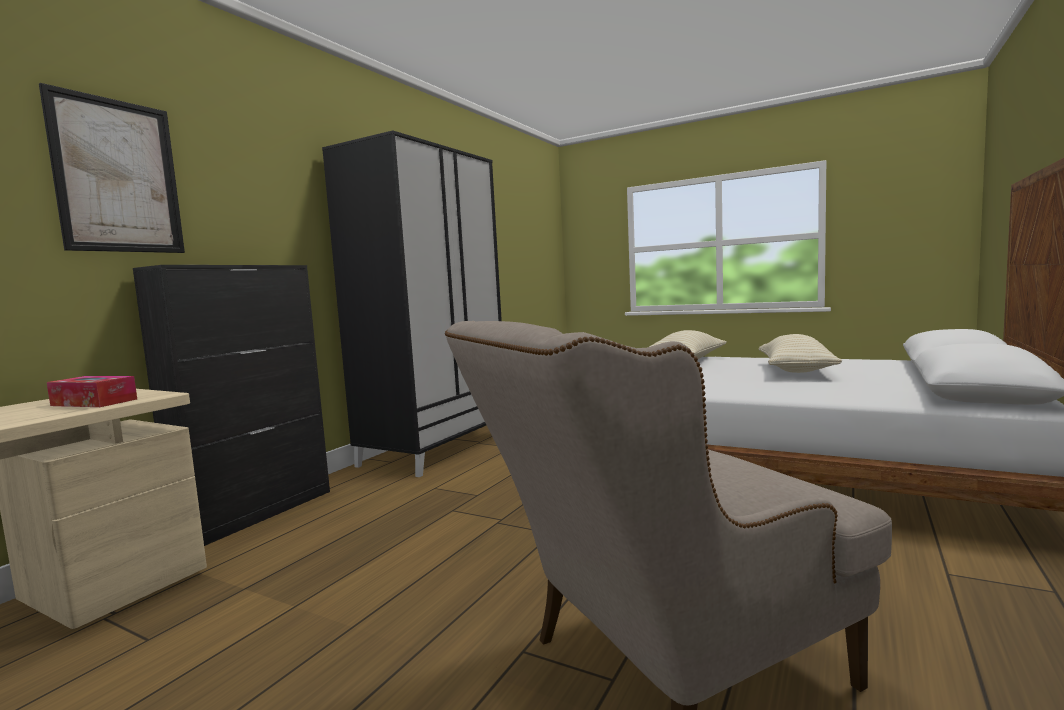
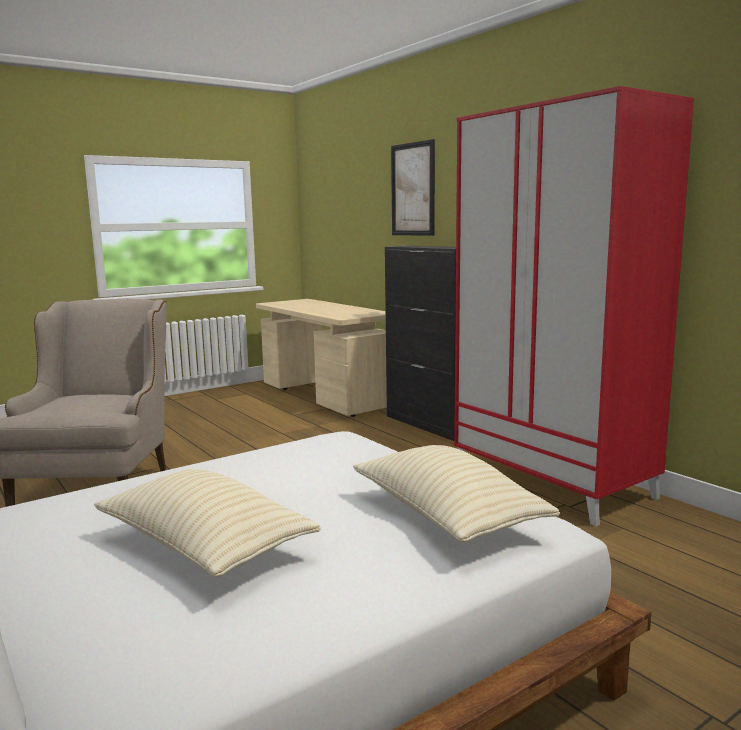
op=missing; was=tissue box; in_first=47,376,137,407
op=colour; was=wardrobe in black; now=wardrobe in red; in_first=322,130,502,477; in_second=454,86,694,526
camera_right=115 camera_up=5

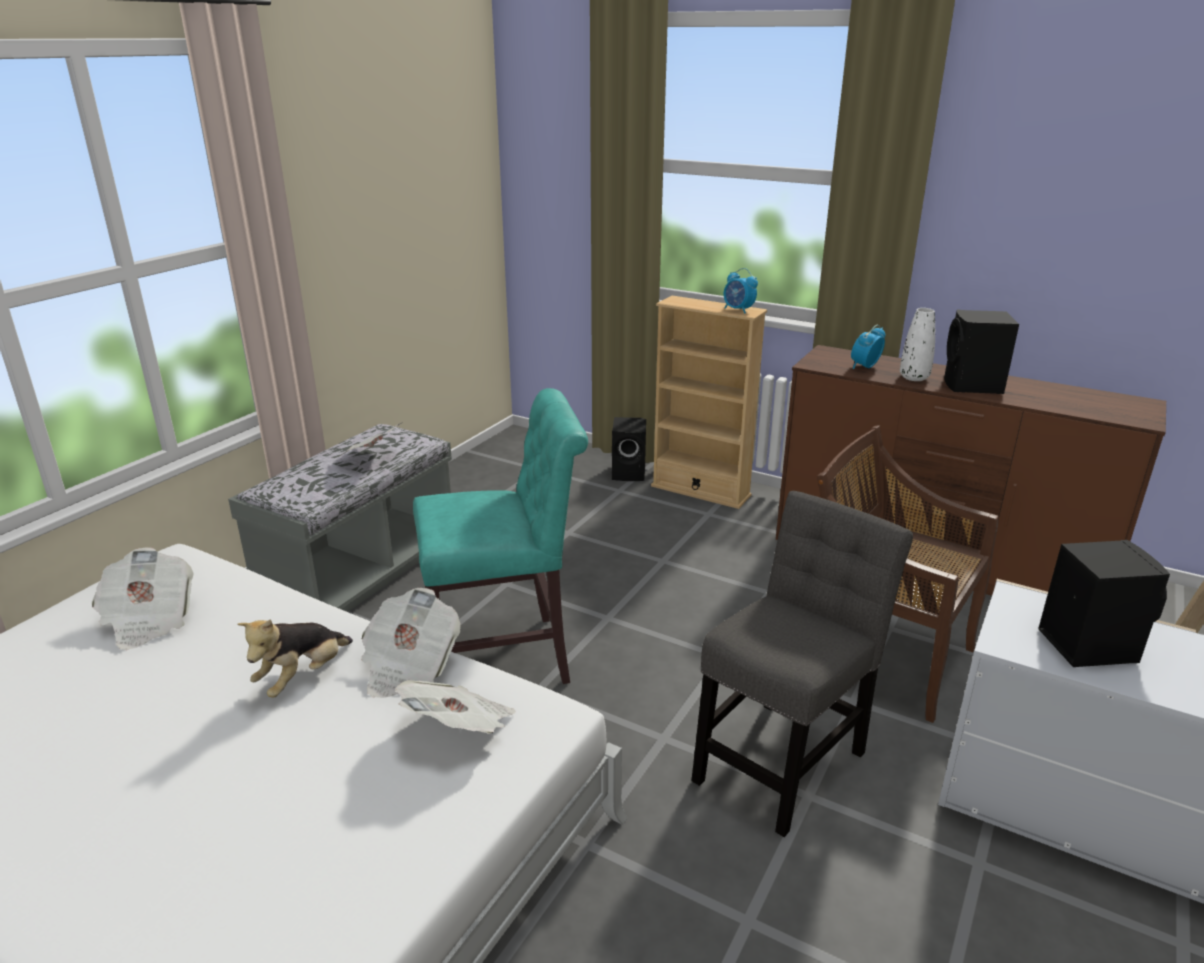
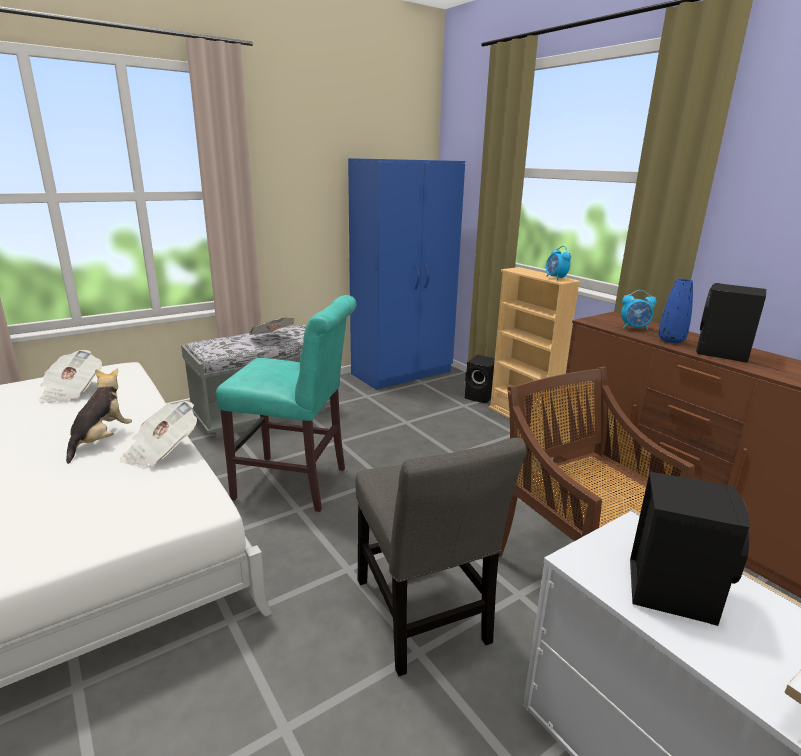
op=spun; was=plush toy; in_first=237,619,353,698; in_second=66,369,132,464; clockwise=135
op=missing; was=newspaper; in_first=395,680,516,734
op=spun; was=chair in grey; in_first=692,491,913,837; in_second=356,438,527,677; clockwise=90
op=spun; was=alarm clock; in_first=851,325,885,369; in_second=621,290,657,331; clockwise=-150
op=colour; was=vase in white; now=vase in blue; in_first=900,308,935,381; in_second=658,279,693,343
op=appeared; now=wardrobe in blue; in_second=348,158,465,390
camera_right=25 camera_up=-5

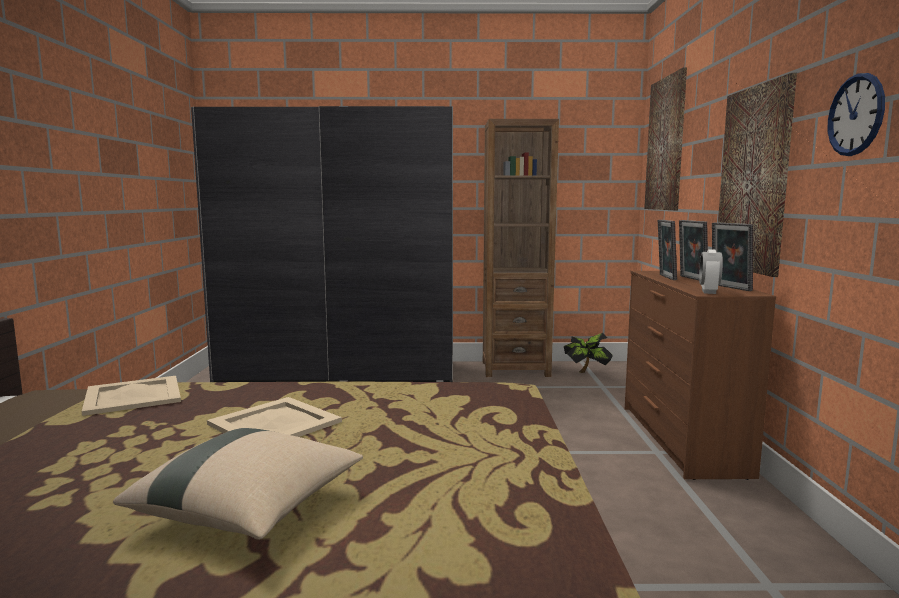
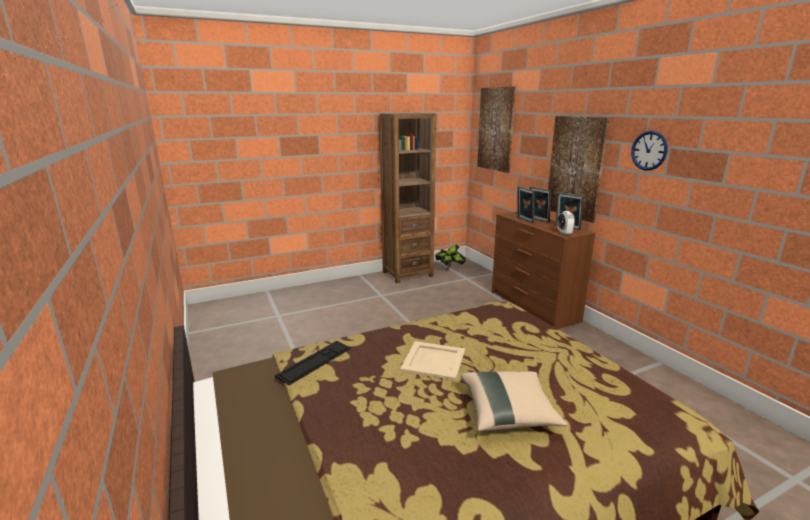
op=exchanged; was=tray in beige; now=keyboard; in_first=82,376,181,416; in_second=275,341,351,385
op=missing; was=wardrobe in grey; in_first=191,106,453,382
camera_right=-25 camera_up=10

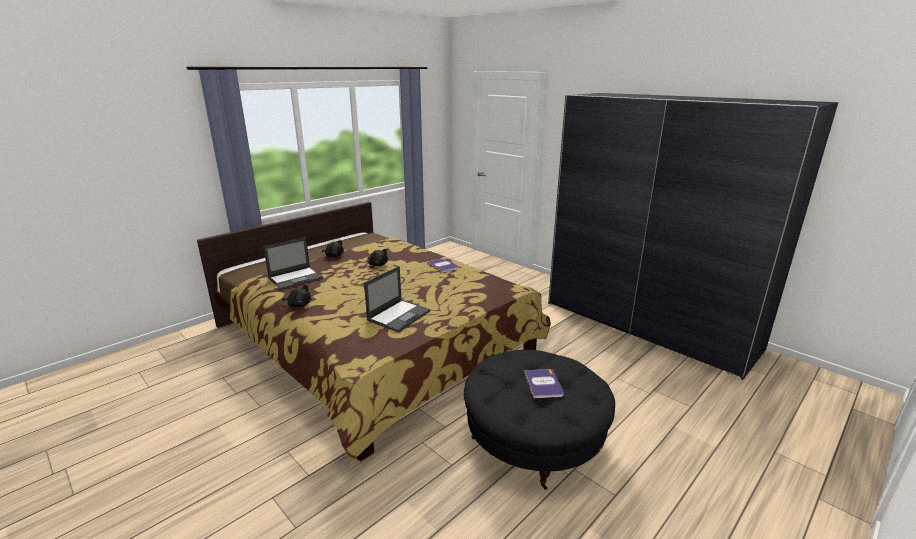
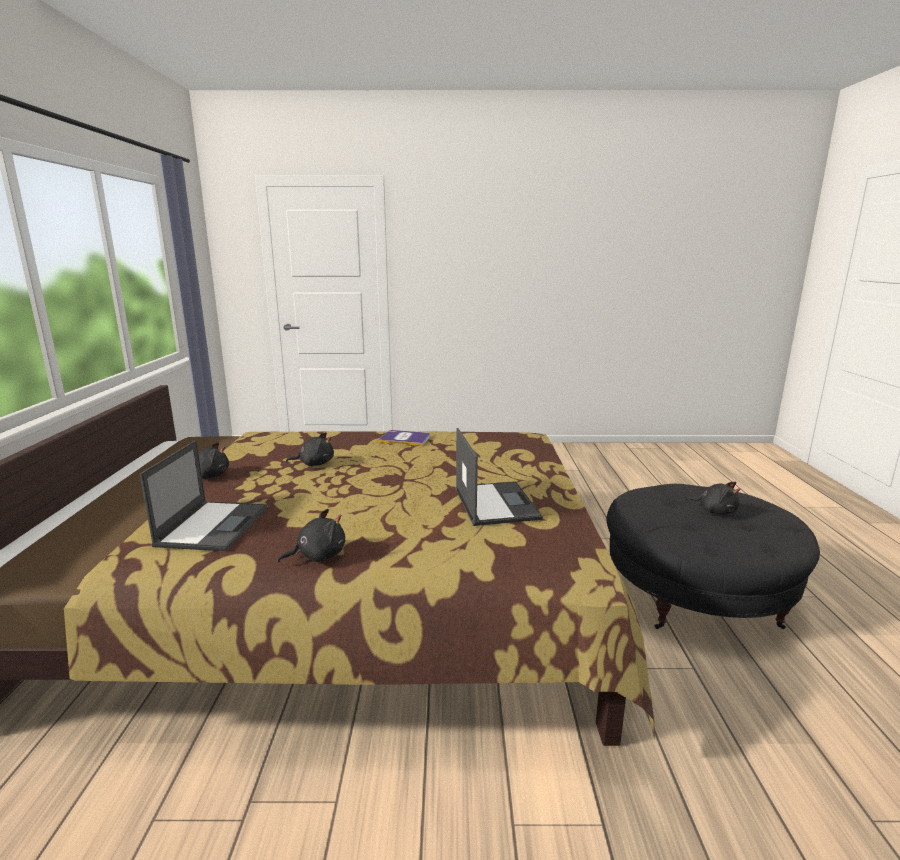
op=exchanged; was=book; now=plush toy in black; in_first=524,369,564,398; in_second=685,482,740,514
op=missing; was=wardrobe in grey; in_first=548,93,838,380
camera_right=-45 camera_up=-5

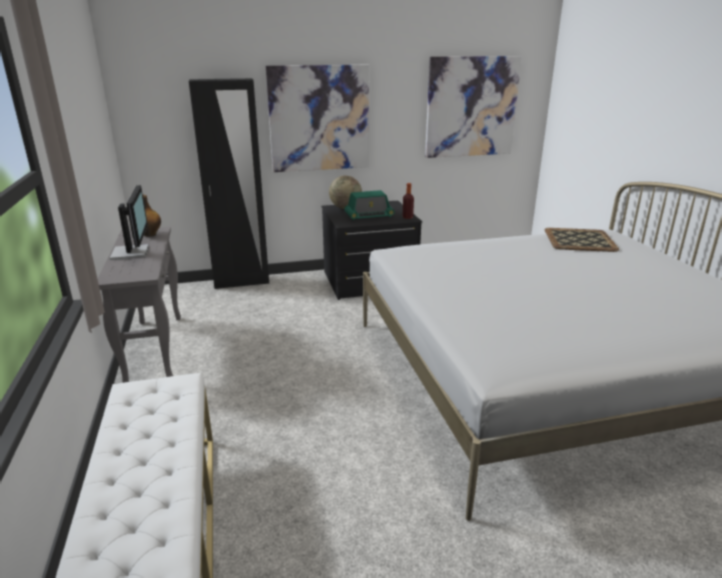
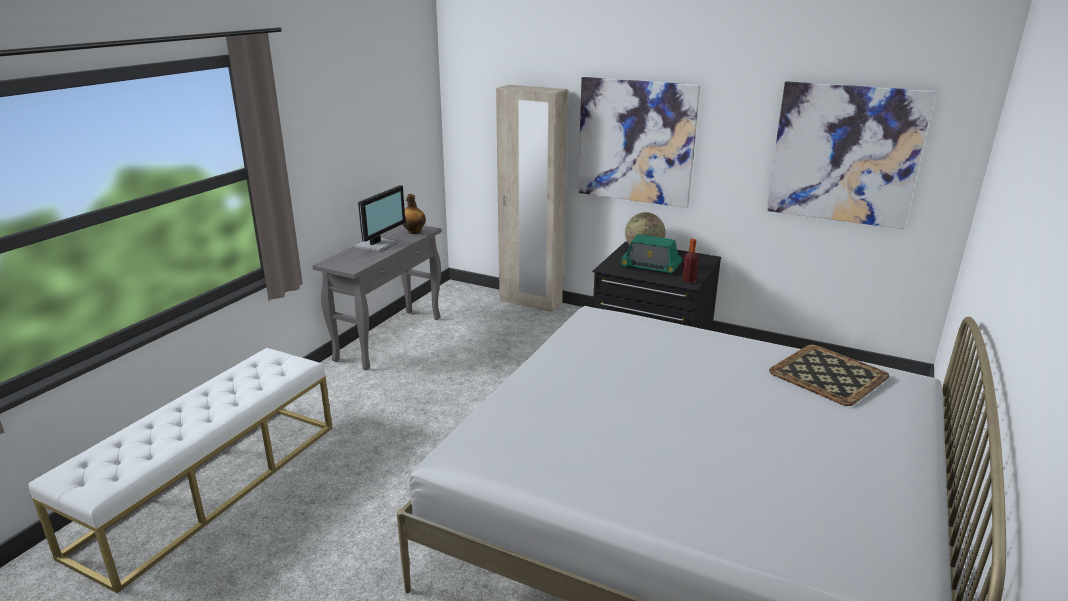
op=colour; was=wardrobe in black; now=wardrobe in beige; in_first=189,78,269,289; in_second=496,85,567,312
camera_right=40 camera_up=0

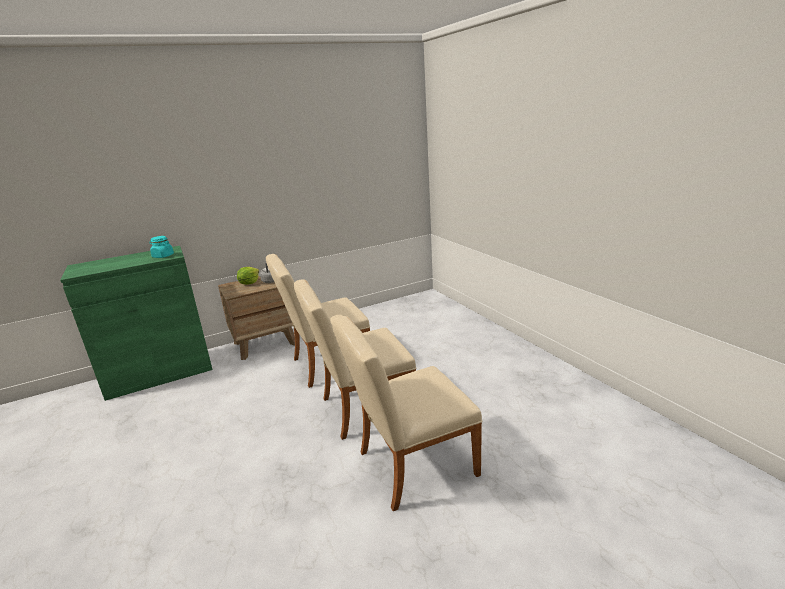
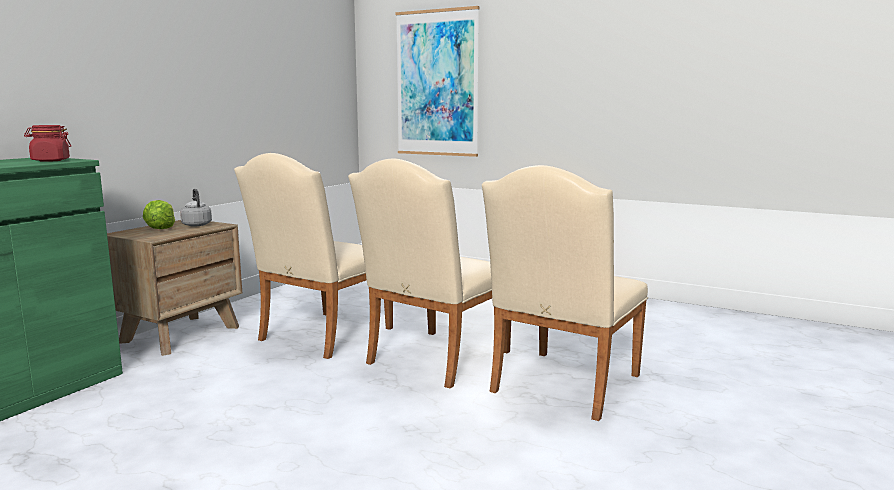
op=colour; was=jar in turquoise; now=jar in red; in_first=150,236,174,258; in_second=24,125,71,162
op=appeared; now=picture; in_second=395,6,480,157
camera_right=-35 camera_up=-10

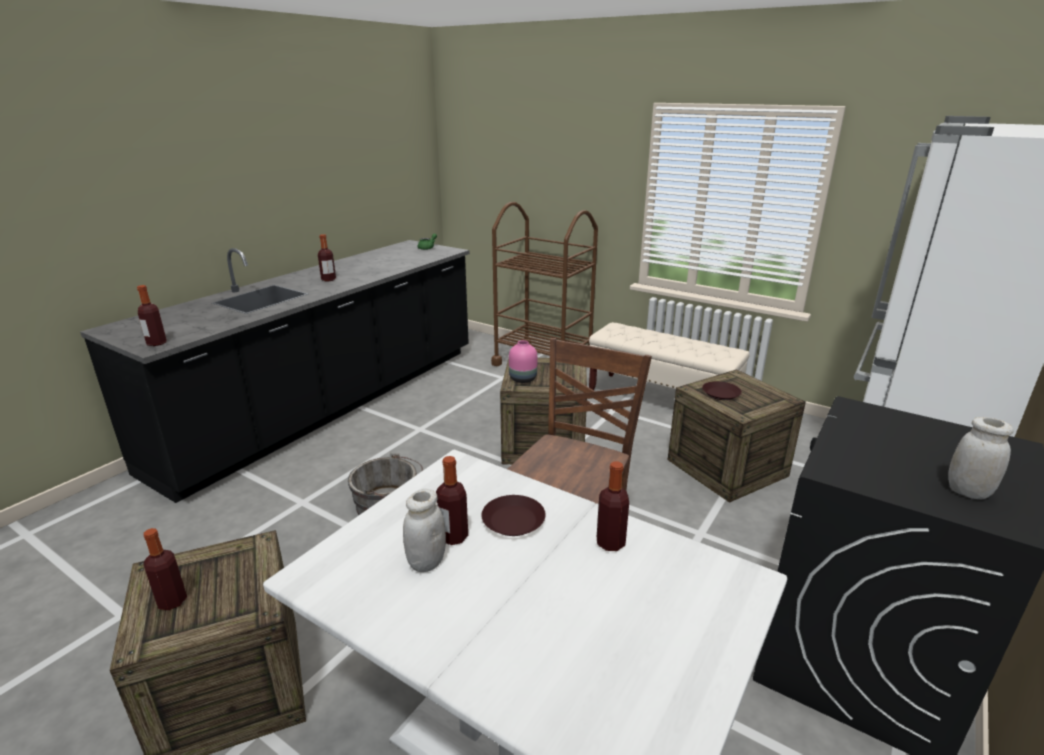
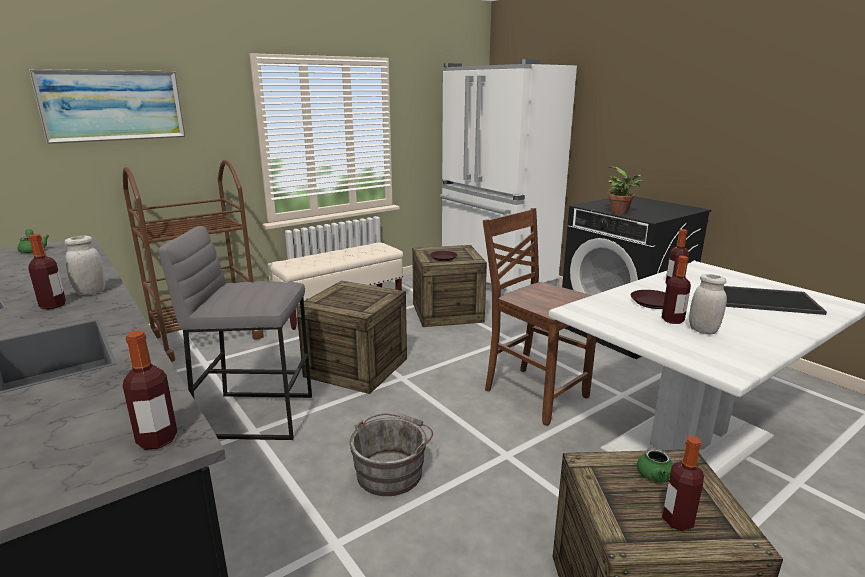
op=missing; was=vase in pink; in_first=509,340,537,383
op=relocated; was=jar in white; in_first=948,417,1014,499; in_second=65,236,105,295
op=appeared; now=picture; in_second=29,69,185,144
op=appeared; now=stool in grey; in_second=158,226,312,440
op=appeared; now=potted plant; in_second=607,167,643,214
op=appeared; now=teapot in green; in_second=637,448,700,482
op=appeared; now=tray; in_second=724,286,827,315
camera_right=-70 camera_up=-5

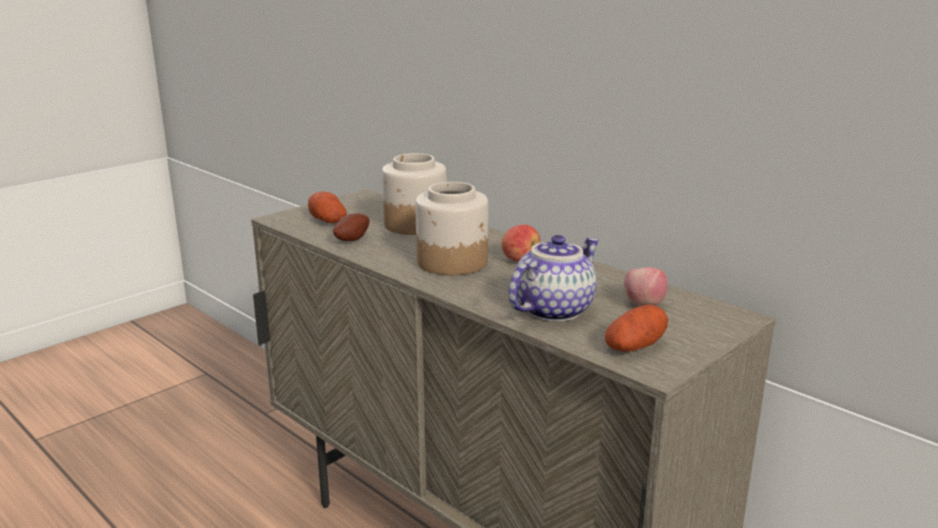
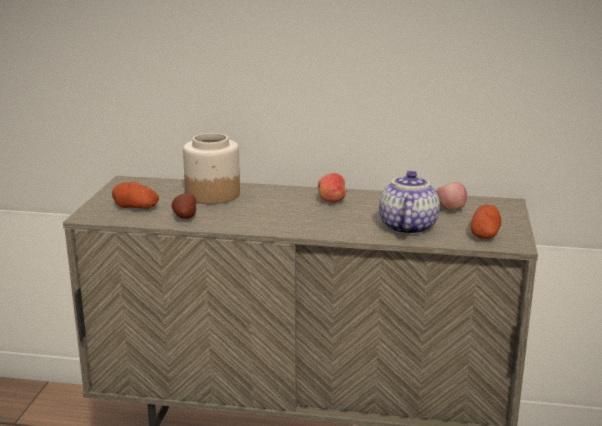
op=missing; was=jar; in_first=415,182,488,275
camera_right=-35 camera_up=0

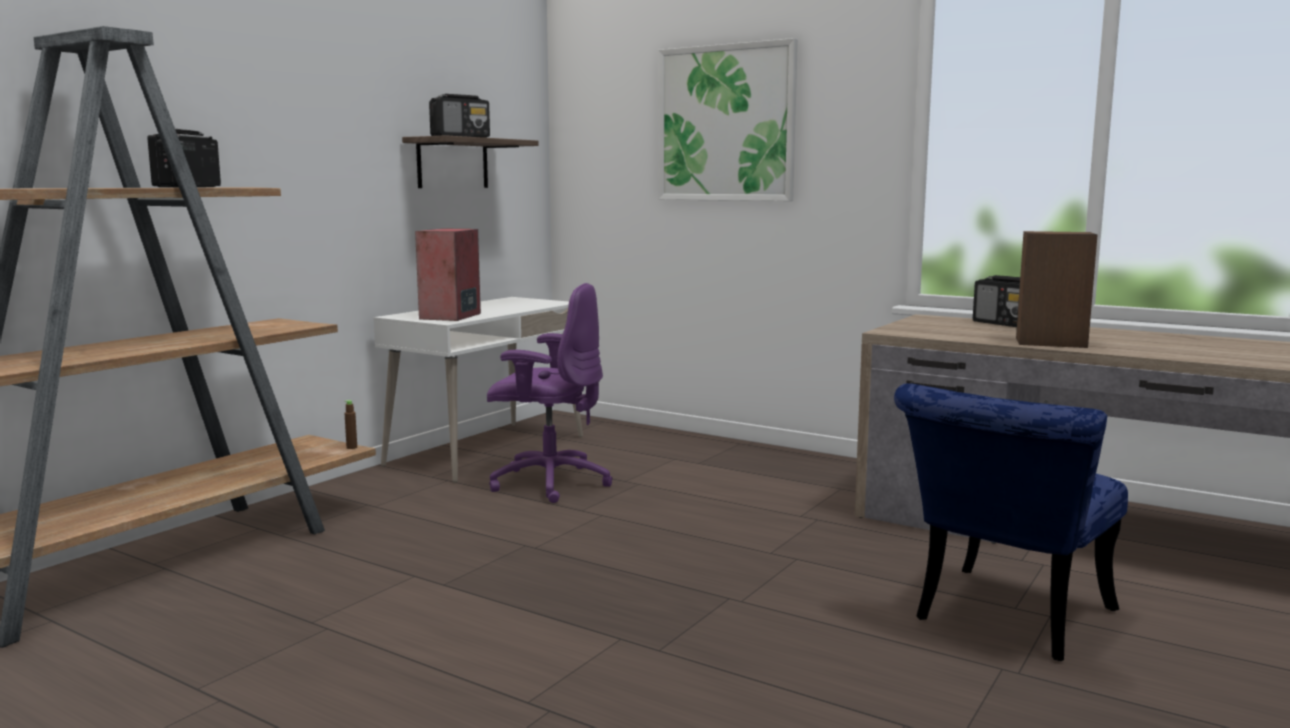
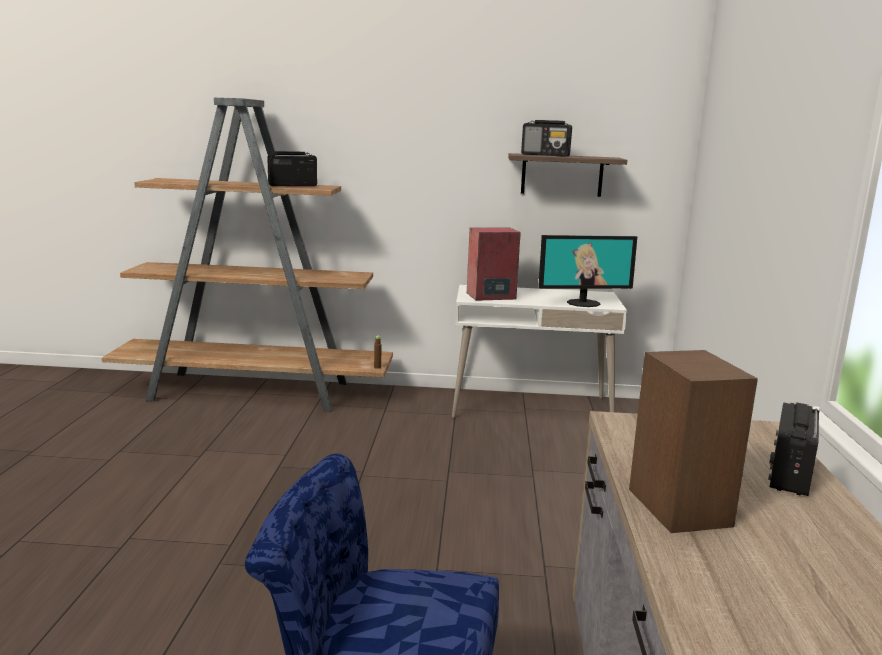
op=missing; was=office chair in purple; in_first=487,283,613,503
op=missing; was=picture; in_first=658,38,798,201
op=appeared; now=monitor; in_second=538,235,637,307
camera_right=60 camera_up=5

